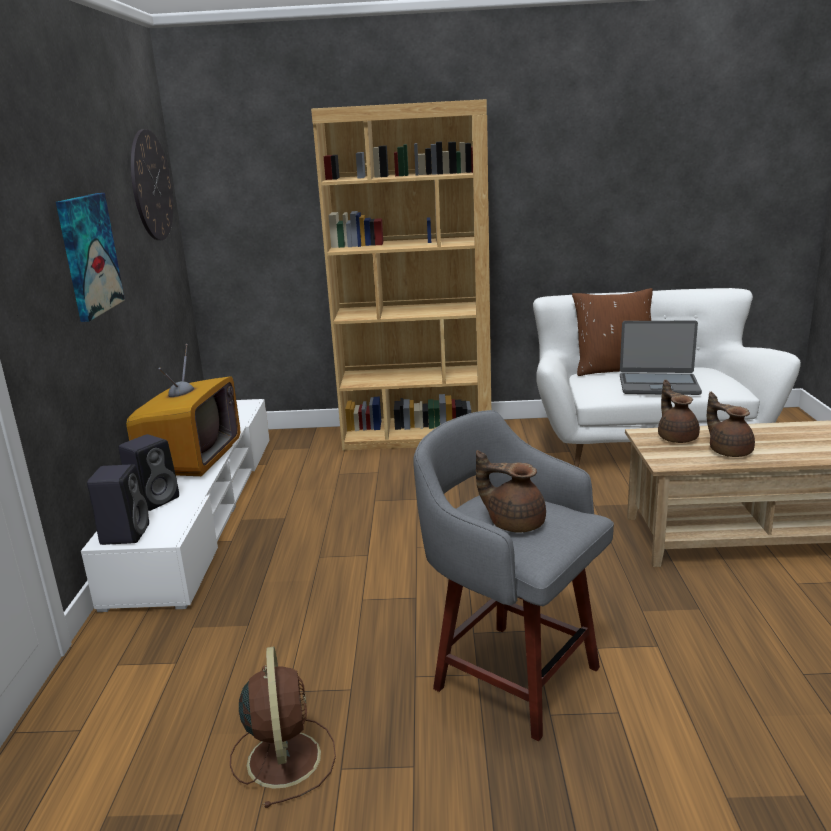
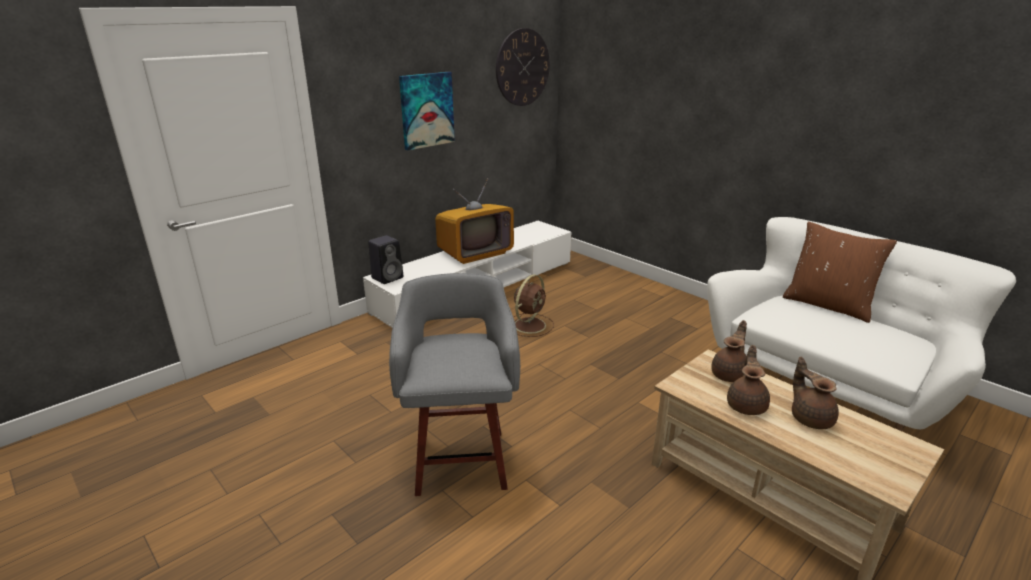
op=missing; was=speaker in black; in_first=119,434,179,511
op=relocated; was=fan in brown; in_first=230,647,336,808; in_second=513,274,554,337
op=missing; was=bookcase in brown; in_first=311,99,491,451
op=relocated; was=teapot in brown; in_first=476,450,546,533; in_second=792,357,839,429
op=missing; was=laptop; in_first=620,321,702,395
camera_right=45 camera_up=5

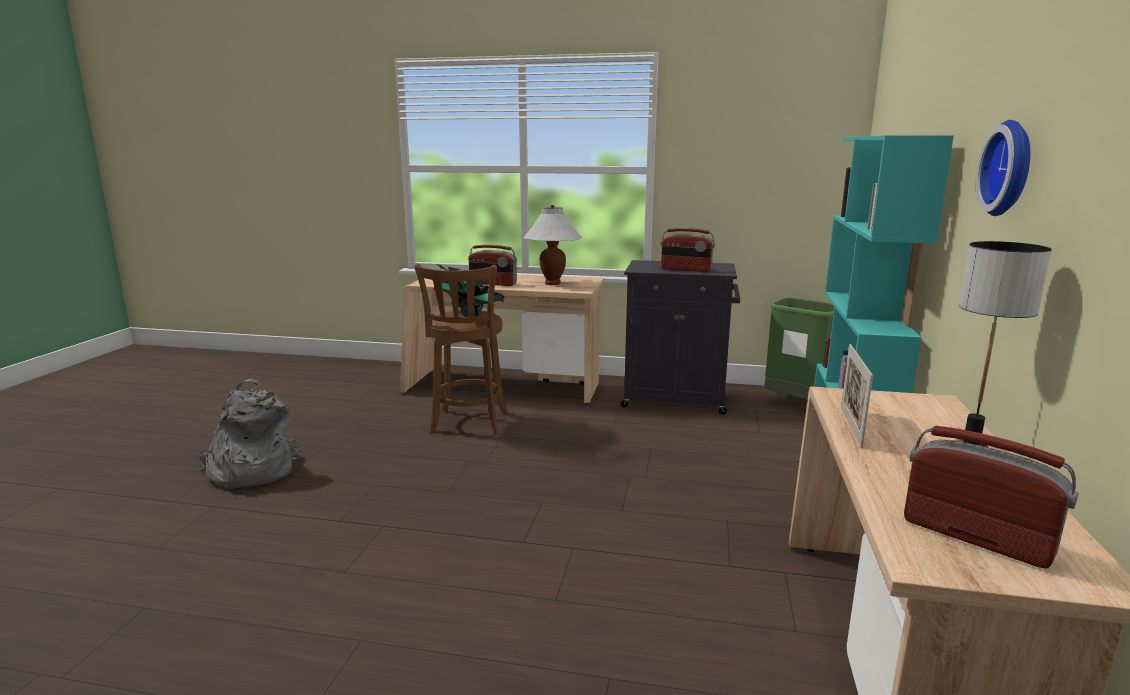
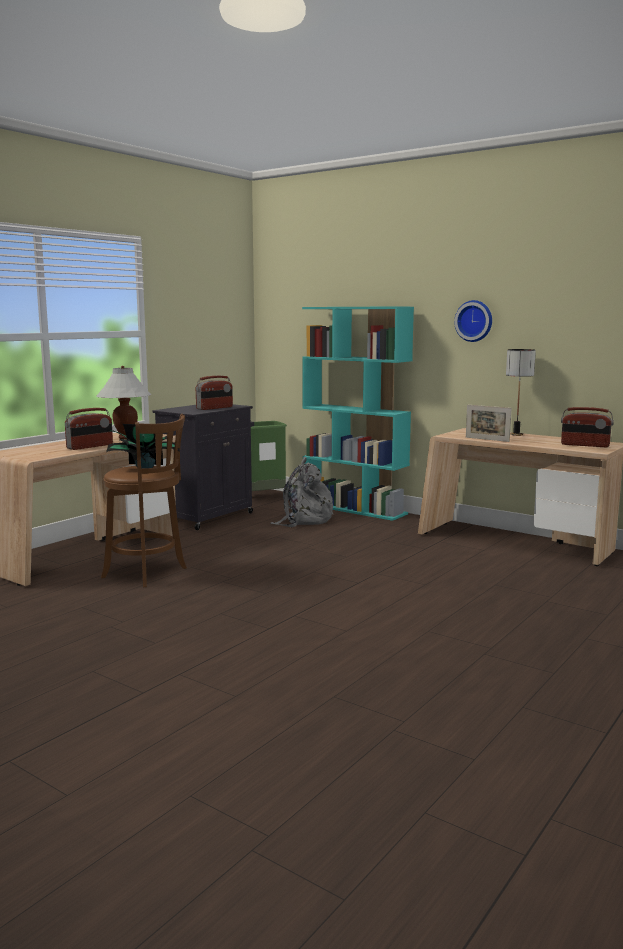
op=relocated; was=backpack in grey; in_first=197,379,303,489; in_second=270,456,333,527
op=spun; was=radio; in_first=904,426,1078,569; in_second=561,407,614,447; clockwise=-135
camera_right=-65 camera_up=-5

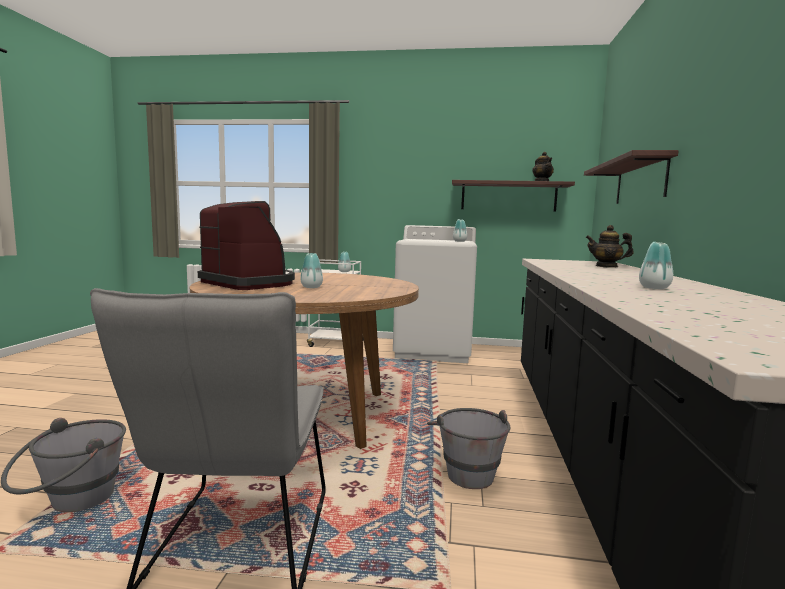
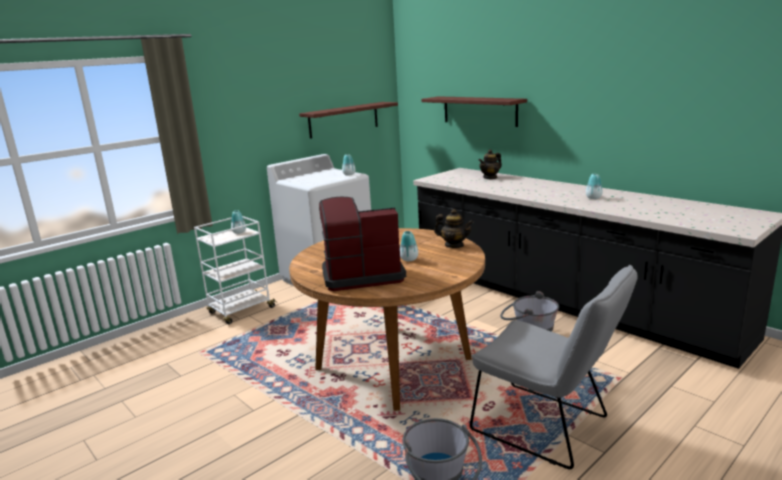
op=relocated; was=teapot; in_first=532,152,554,181; in_second=434,209,474,248
camera_right=-50 camera_up=10

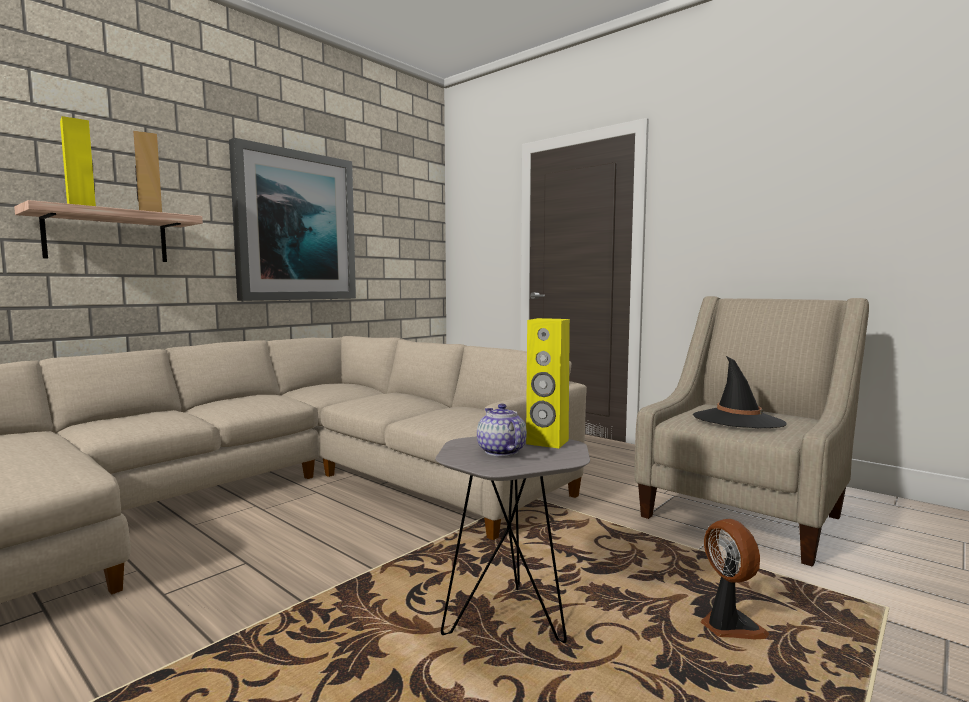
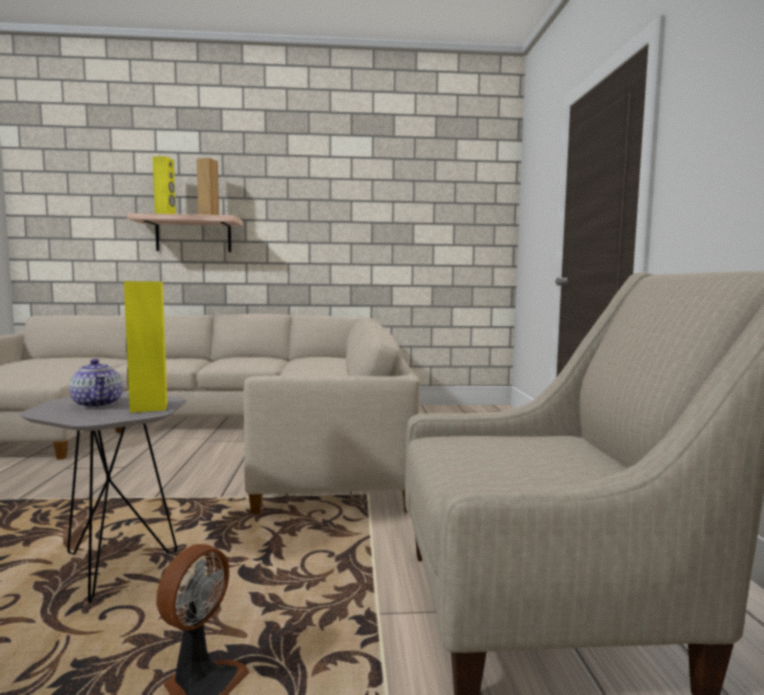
op=missing; was=picture; in_first=229,138,356,301
op=spun; was=teapot; in_first=477,403,527,457; in_second=69,359,123,408; clockwise=120
op=missing; was=hat in black; in_first=693,356,787,428
camera_right=45 camera_up=0

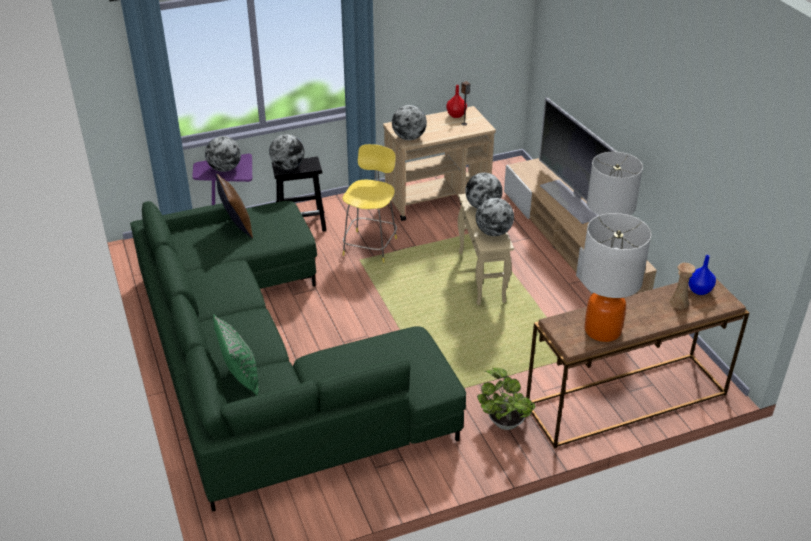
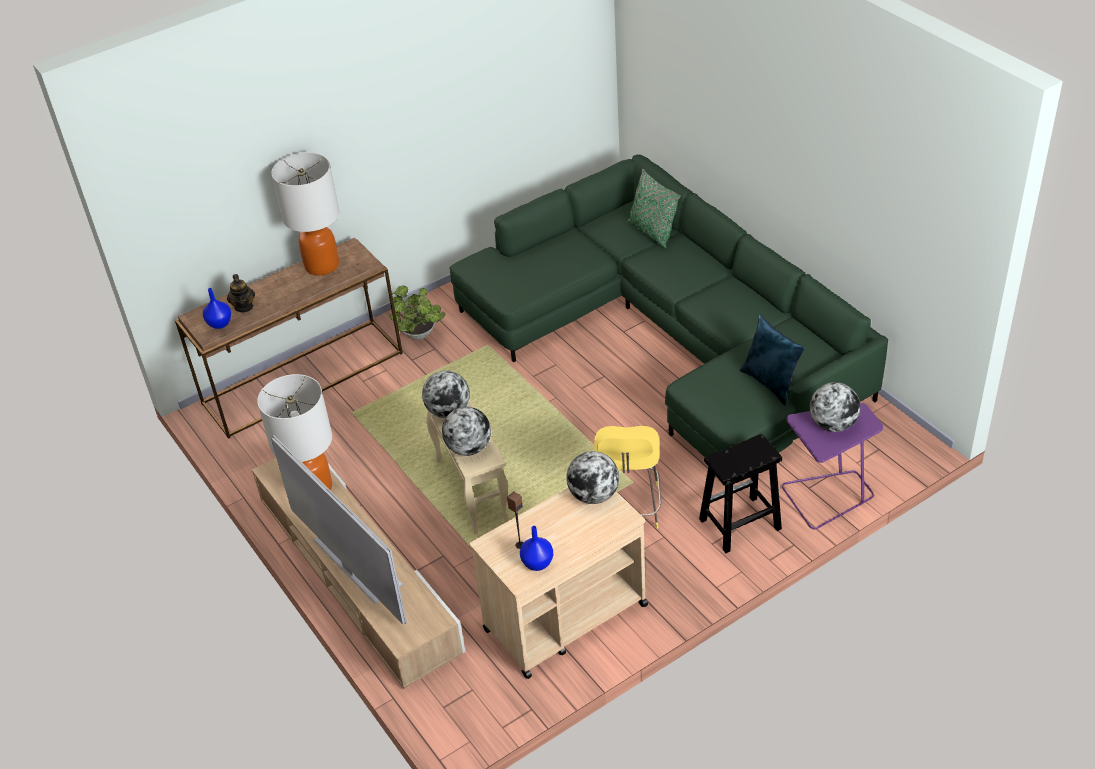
op=colour; was=pillow in brown; now=pillow in blue; in_first=216,173,253,238; in_second=740,315,805,405
op=missing; was=globe; in_first=269,134,305,170
op=colour; was=vase in red; now=vase in blue; in_first=446,85,467,118; in_second=520,526,553,571
op=exchanged; was=vase in beige; now=teapot; in_first=669,263,696,309; in_second=227,274,255,312
camera_right=170 camera_up=5

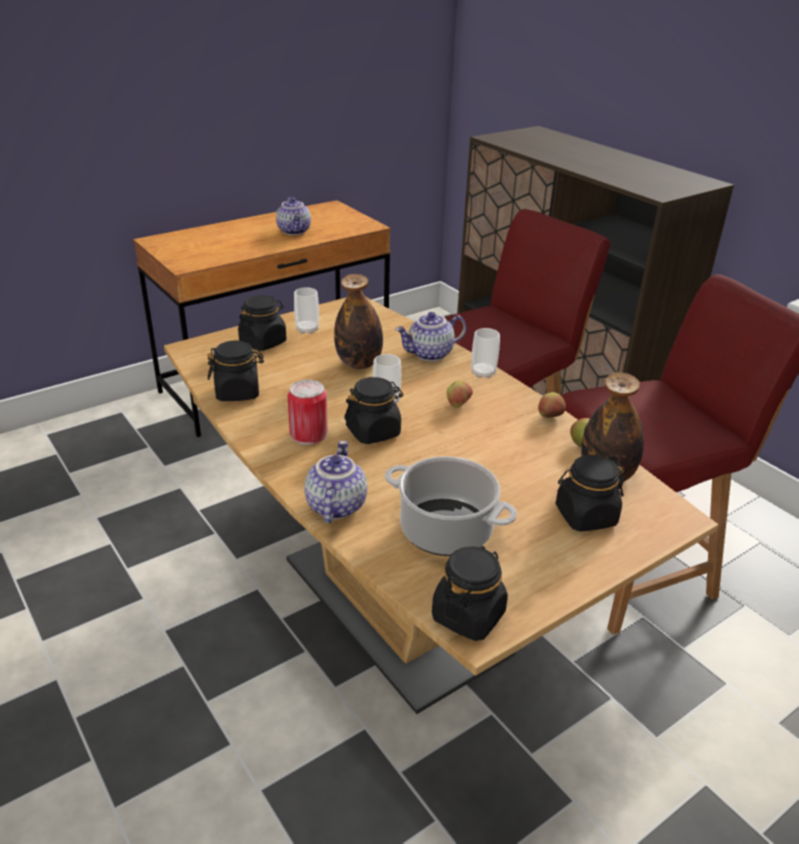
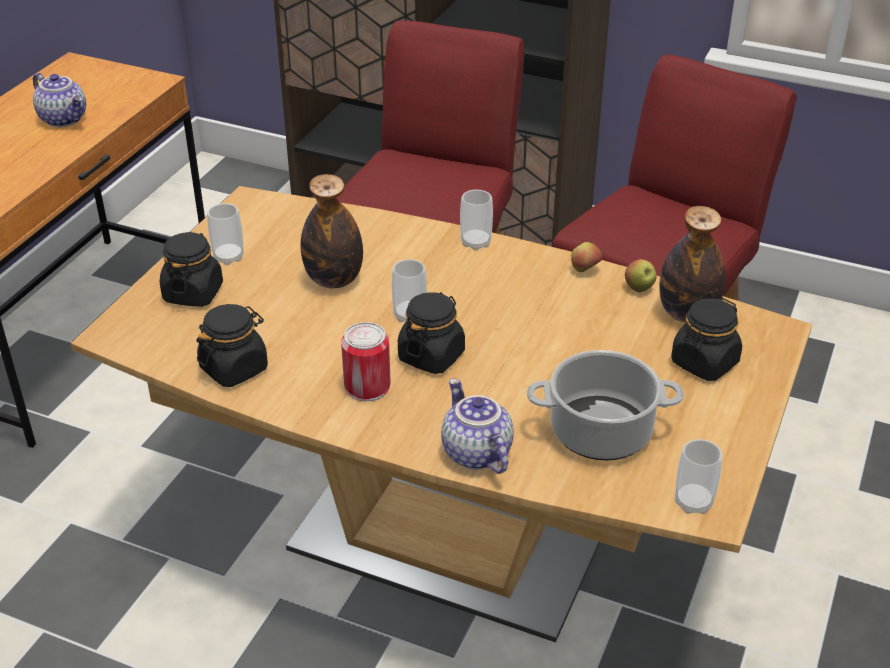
op=missing; was=teapot; in_first=395,312,466,361
op=exchanged; was=jar in black; now=cup; in_first=432,546,508,641; in_second=675,439,722,514
op=missing; was=apple; in_first=447,381,473,407
camera_right=-30 camera_up=5

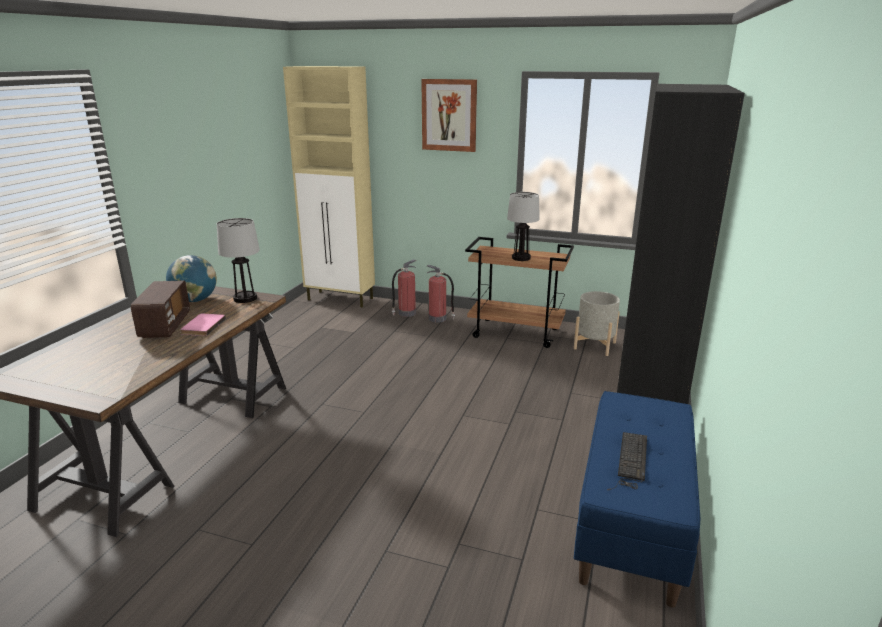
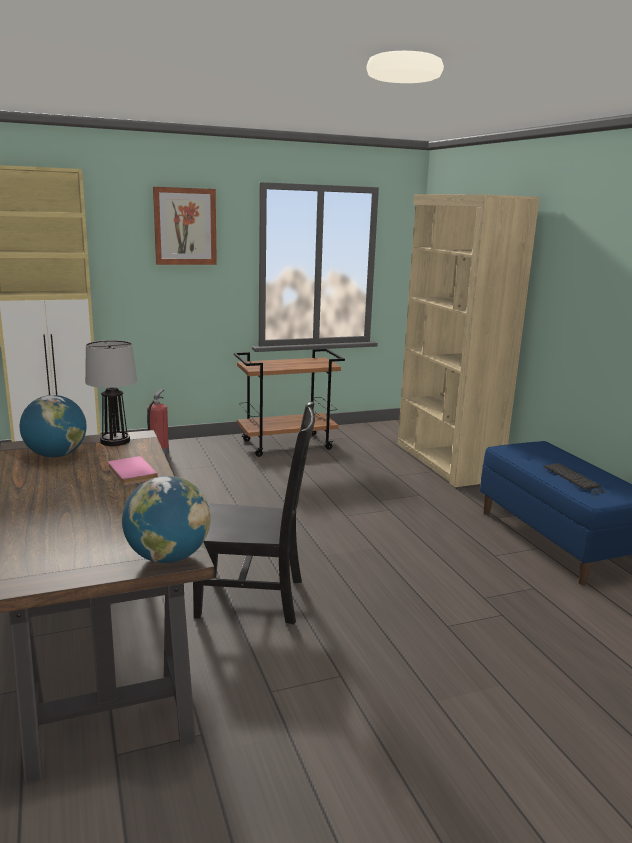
op=missing; was=radio; in_first=131,280,190,338
op=missing; was=fire extinguisher; in_first=427,265,455,323
op=missing; was=table lamp; in_first=507,192,540,261
op=missing; was=planter in grey; in_first=574,291,620,356
op=colour; was=bookcase in black; now=bookcase in beige; in_first=617,84,745,404; in_second=398,194,540,487
op=appeared; now=globe; in_second=122,476,211,563
op=appeared; now=chair in black; in_second=193,402,315,624
camera_right=-40 camera_up=-5

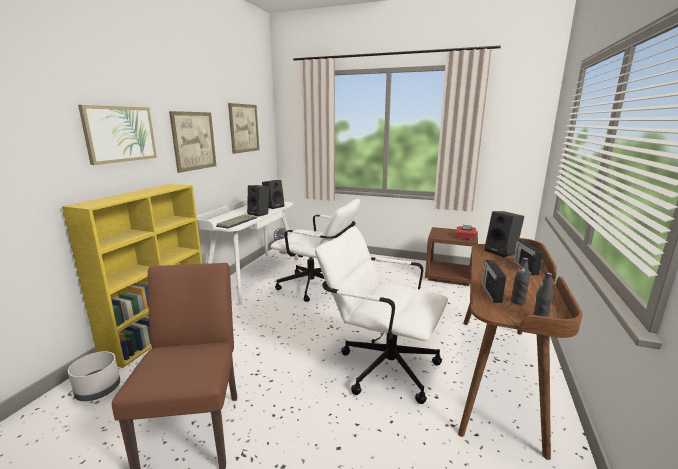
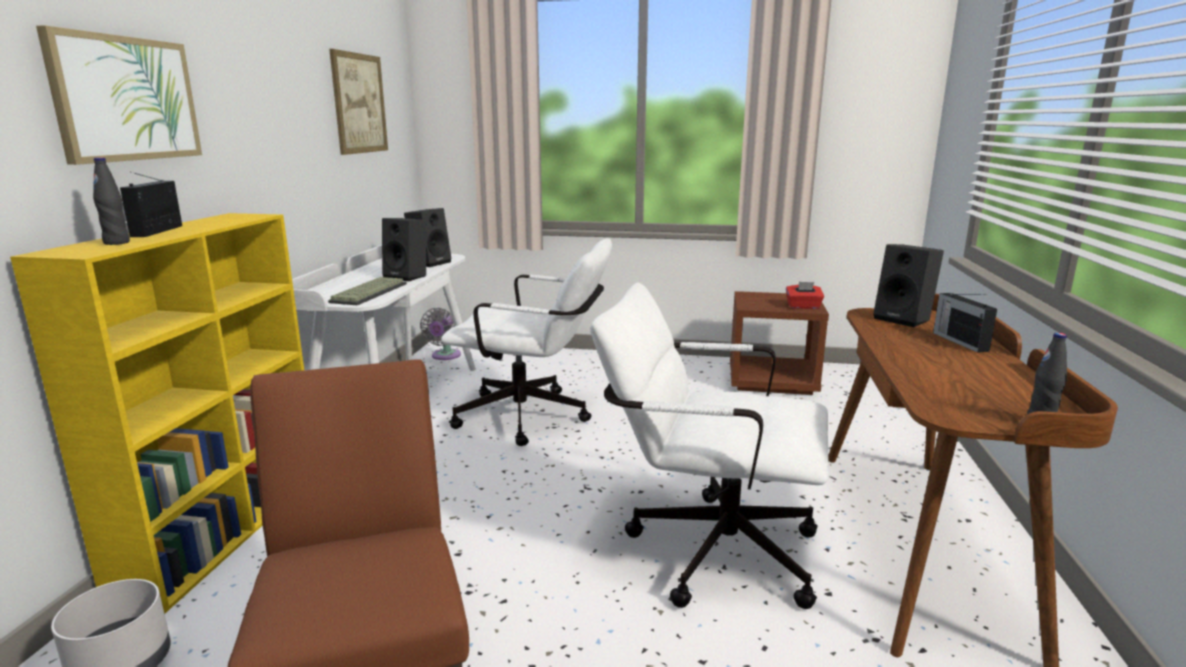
op=missing; was=picture; in_first=169,111,216,173
op=relocated; was=radio; in_first=482,260,506,303; in_second=120,172,182,237
op=relocated; was=bottle in black; in_first=511,258,529,305; in_second=93,157,130,245
camera_right=-10 camera_up=0

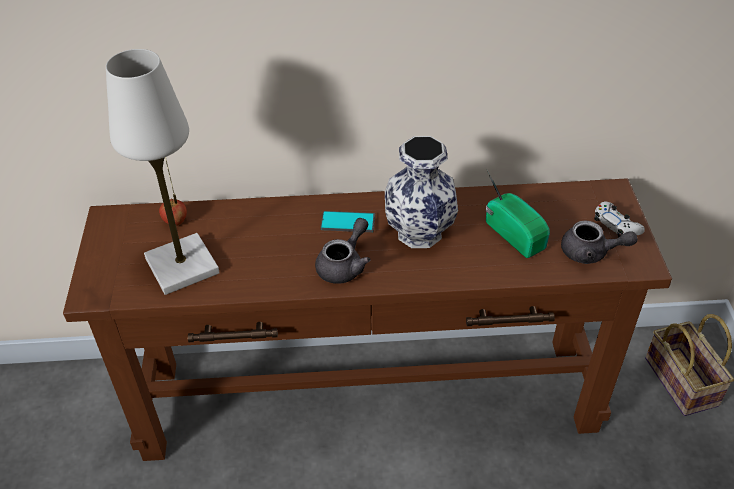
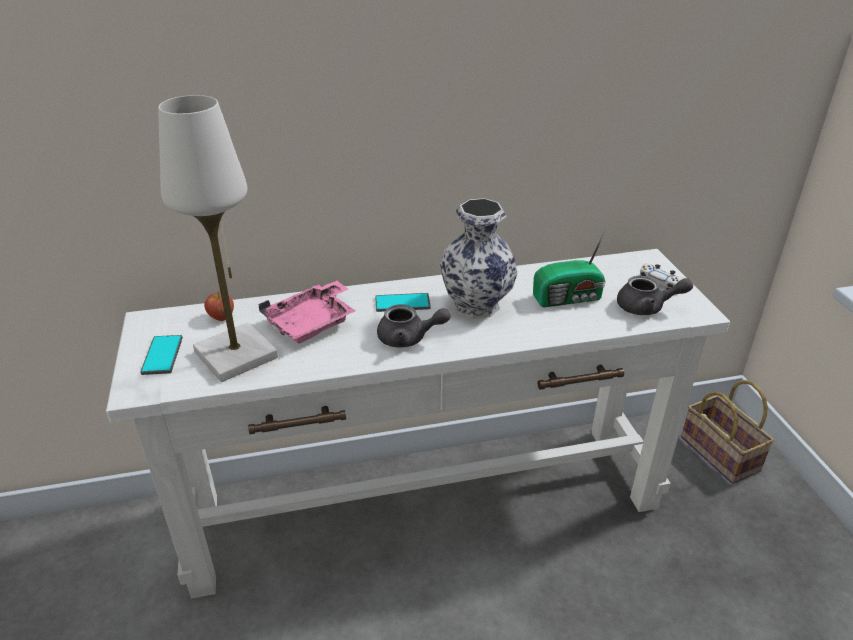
op=colour; was=console table in brown; now=console table in white; in_first=63,178,672,461; in_second=106,249,730,599
op=spun; was=teapot in grey; in_first=315,218,371,284; in_second=377,305,450,348; clockwise=75
op=spun; was=radio; in_first=486,170,550,258; in_second=533,231,606,307; clockwise=120
op=appeared; now=phone; in_second=140,335,183,375
op=appeared; now=tray in pink; in_second=258,281,356,343
camera_right=-10 camera_up=-10

